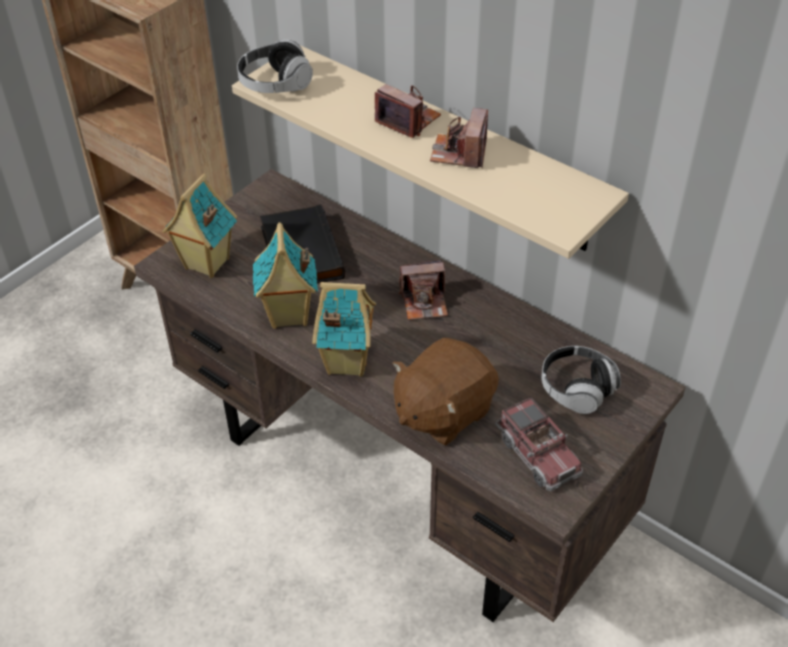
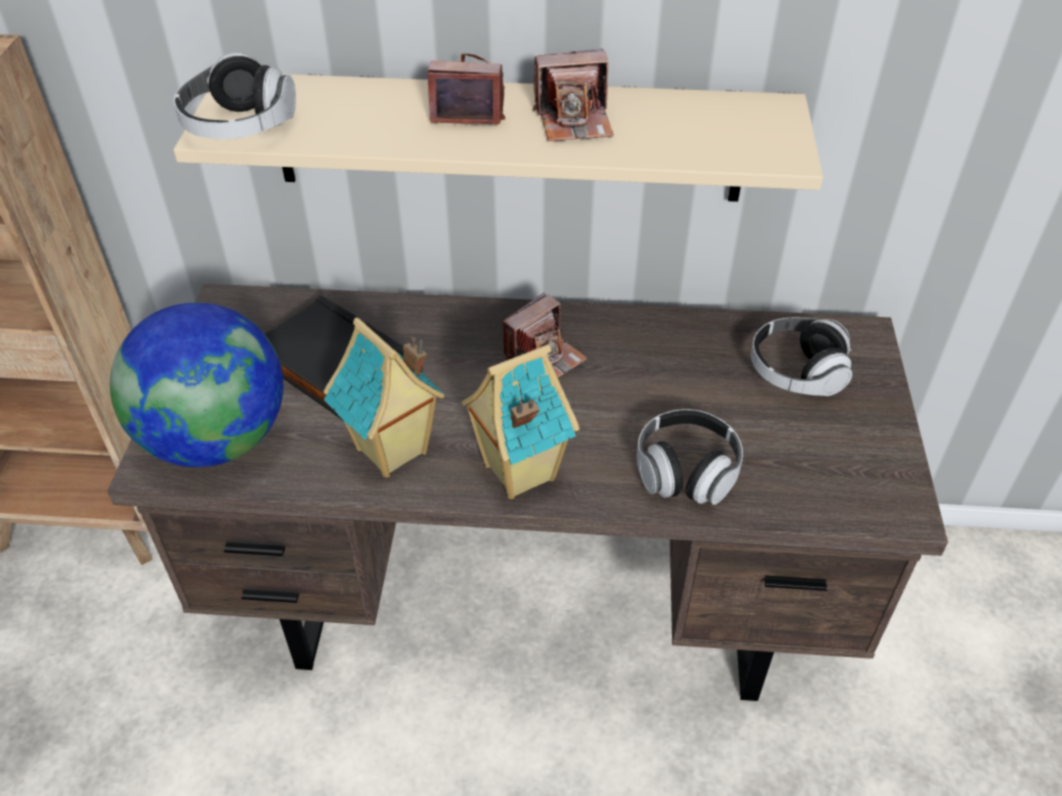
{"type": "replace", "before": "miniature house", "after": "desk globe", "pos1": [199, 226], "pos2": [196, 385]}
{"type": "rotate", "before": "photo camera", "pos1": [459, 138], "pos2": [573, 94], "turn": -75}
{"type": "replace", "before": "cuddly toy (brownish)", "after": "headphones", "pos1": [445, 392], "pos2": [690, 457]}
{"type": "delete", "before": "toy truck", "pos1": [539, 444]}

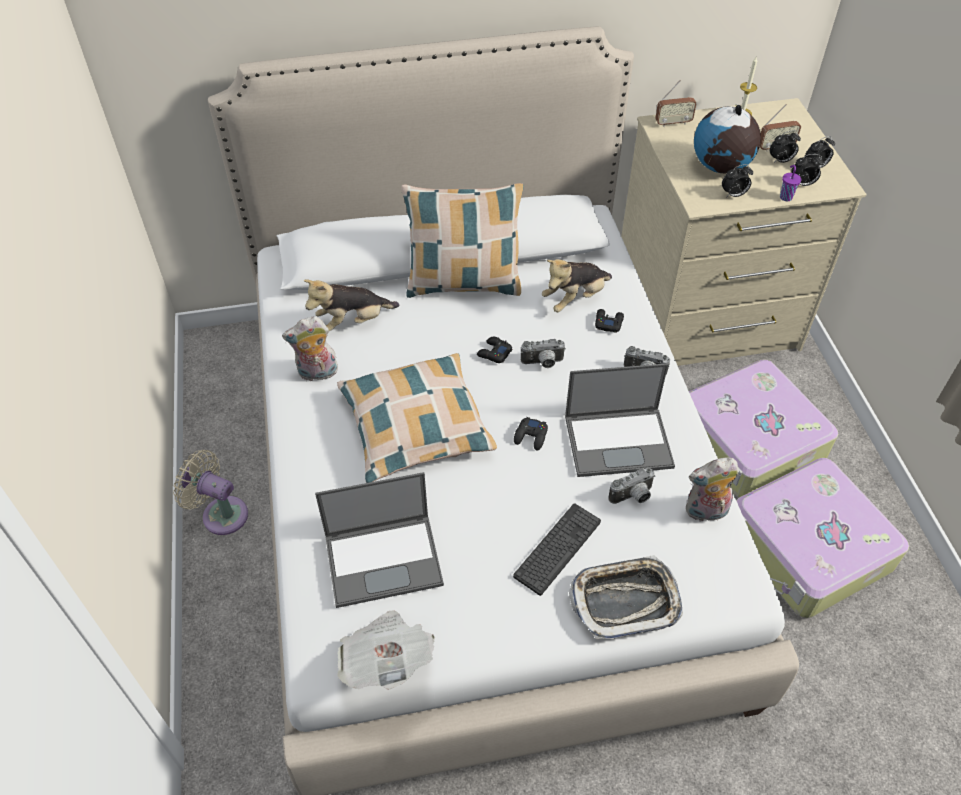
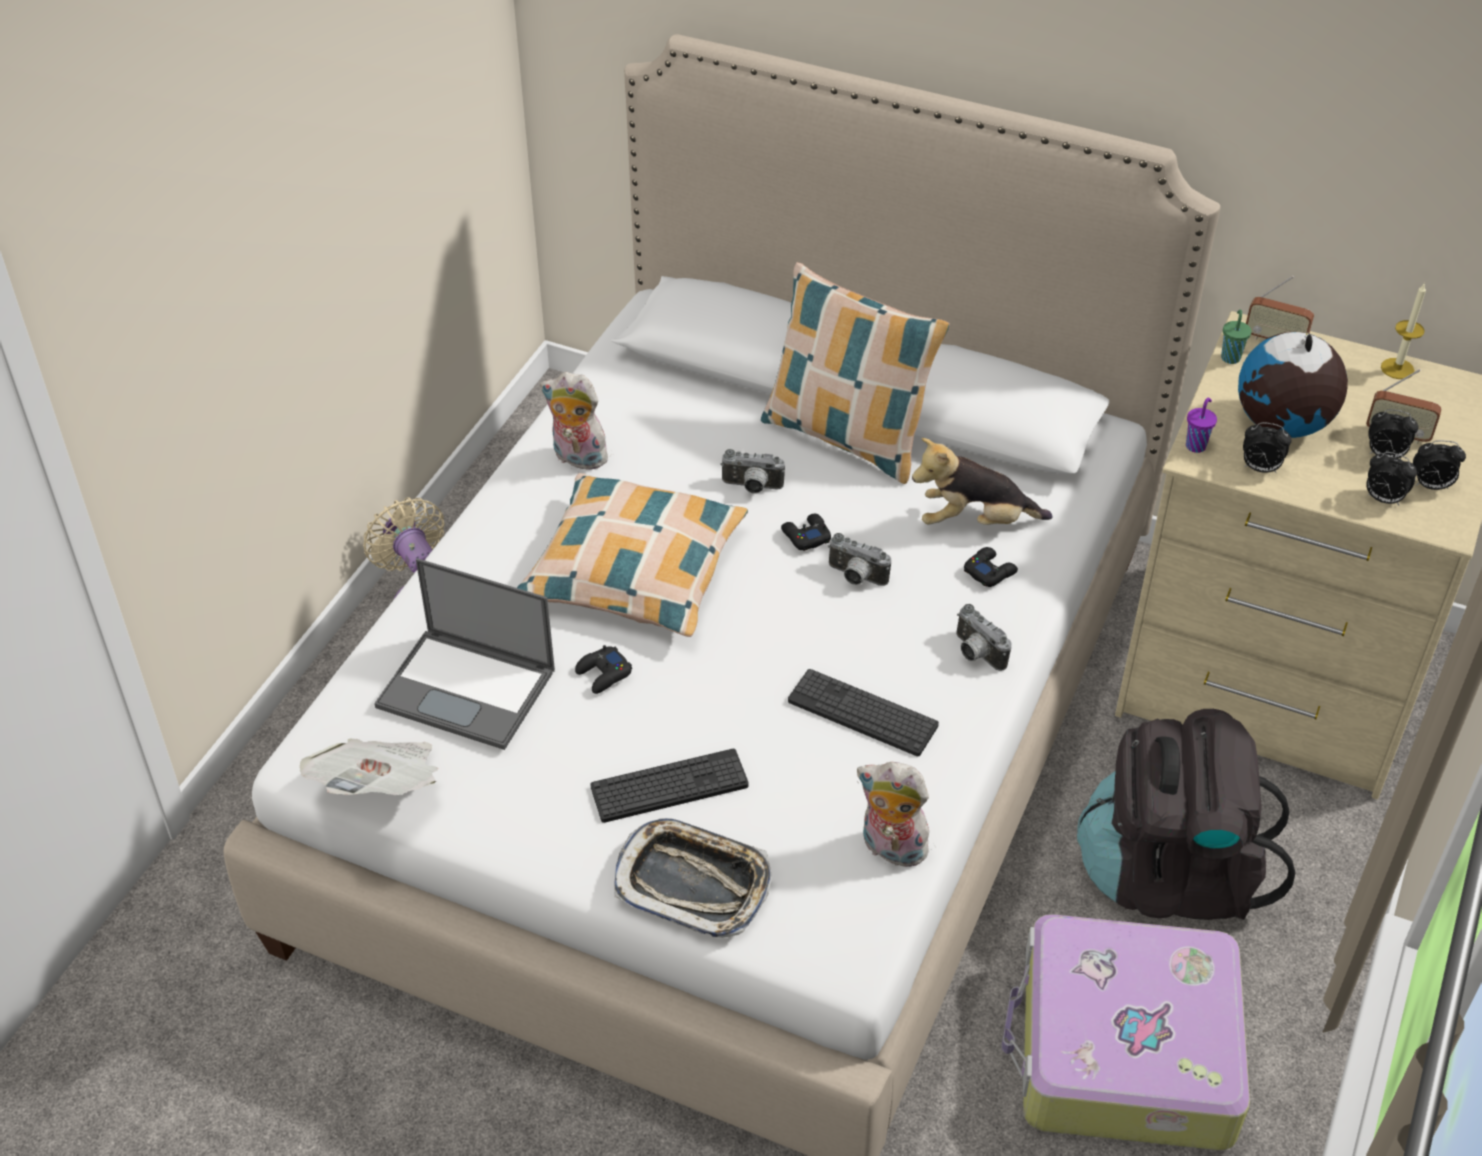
{"type": "move", "before": "gamepad (black)", "pos1": [531, 433], "pos2": [603, 669]}
{"type": "move", "before": "photo camera", "pos1": [631, 486], "pos2": [753, 471]}
{"type": "replace", "before": "notebook computer", "after": "computer keyboard", "pos1": [620, 420], "pos2": [863, 712]}
{"type": "replace", "before": "piece of luggage", "after": "backpack (black)", "pos1": [764, 428], "pos2": [1186, 814]}
{"type": "move", "before": "small cup (purplish)", "pos1": [790, 183], "pos2": [1201, 425]}
{"type": "insert", "after": "small cup (green-coloured)", "pos2": [1236, 336]}
{"type": "delete", "before": "cuddly toy", "pos1": [352, 305]}

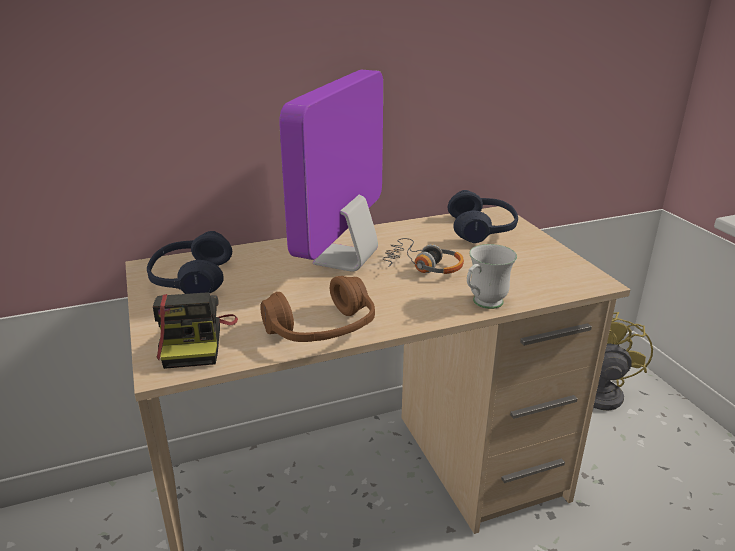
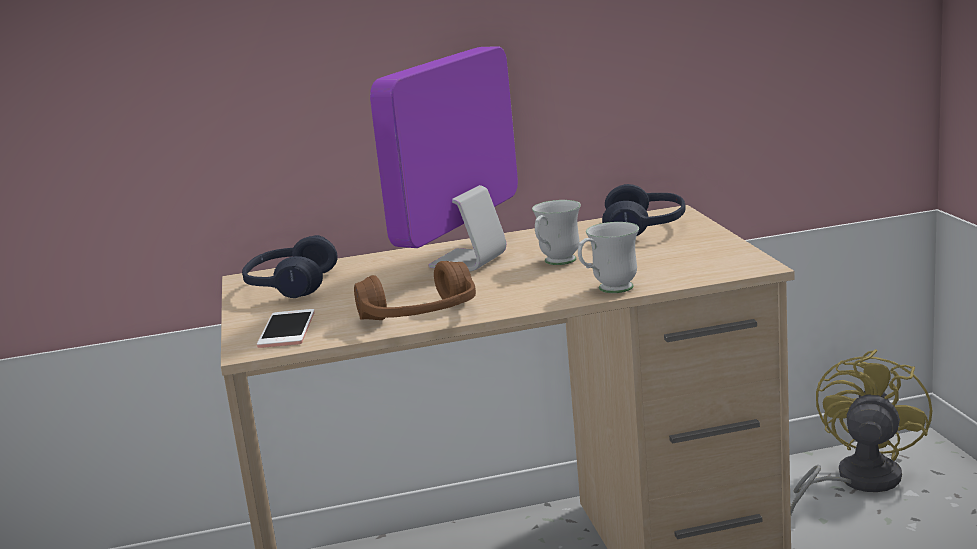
{"type": "replace", "before": "photo camera", "after": "handset", "pos1": [195, 330], "pos2": [286, 328]}
{"type": "replace", "before": "headphones", "after": "mug (whitish)", "pos1": [423, 256], "pos2": [556, 232]}

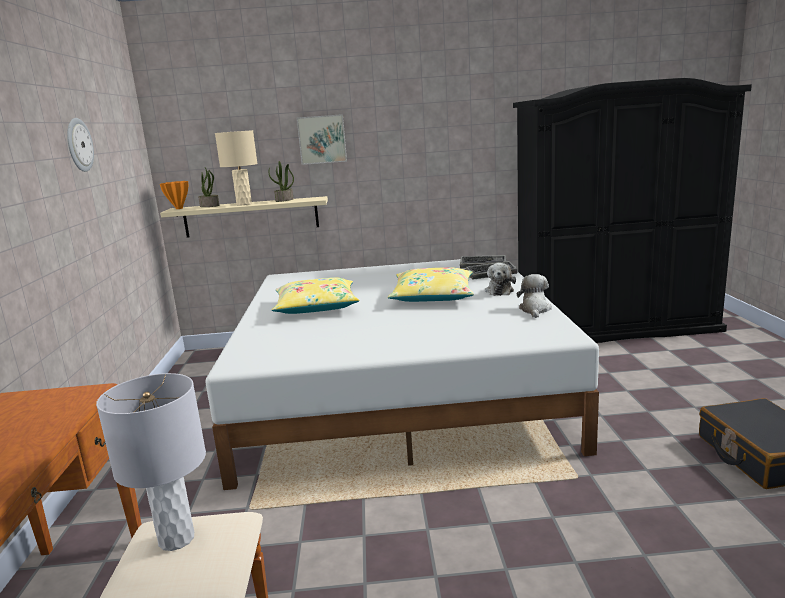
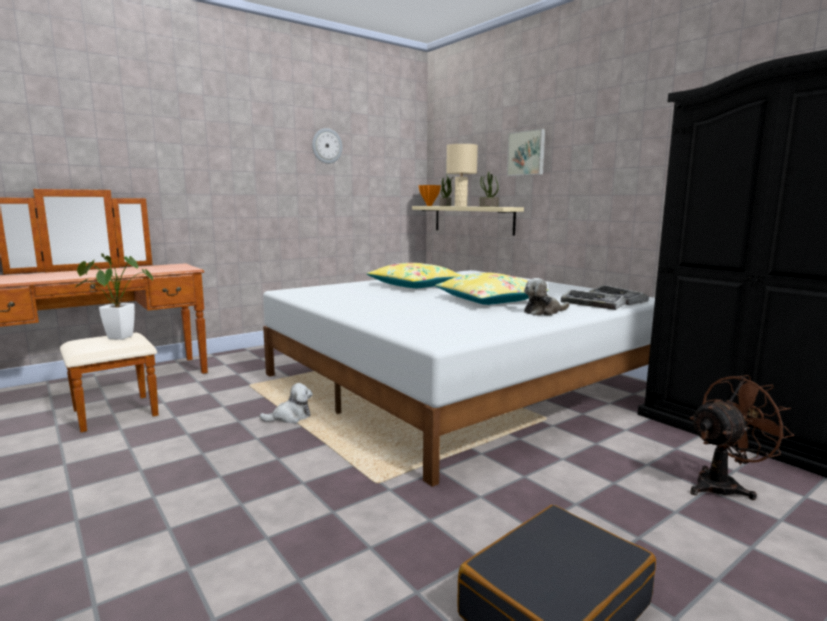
{"type": "replace", "before": "table lamp (grey)", "after": "plant in a pot", "pos1": [151, 462], "pos2": [114, 296]}
{"type": "move", "before": "cuddly toy", "pos1": [534, 296], "pos2": [286, 403]}
{"type": "insert", "after": "fan (brownish)", "pos2": [742, 437]}

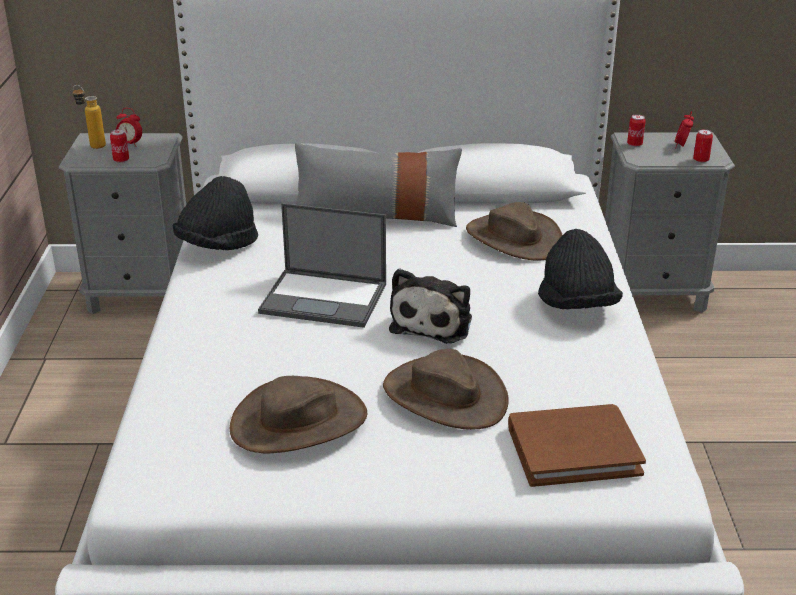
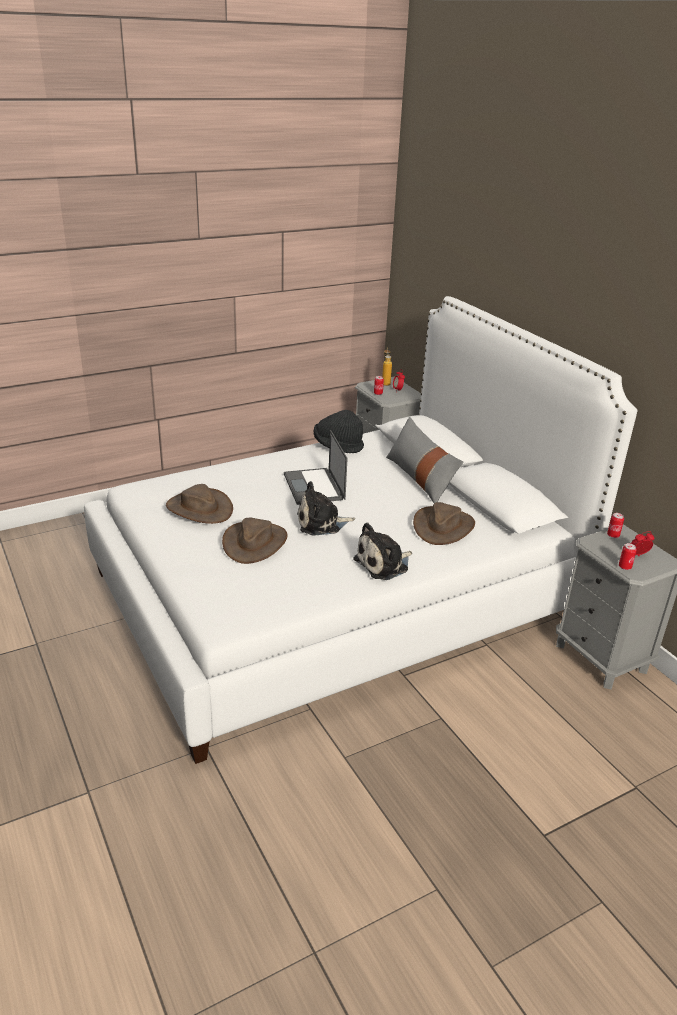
{"type": "replace", "before": "hat (black)", "after": "cuddly toy", "pos1": [580, 269], "pos2": [382, 551]}
{"type": "delete", "before": "book (brownish)", "pos1": [577, 445]}

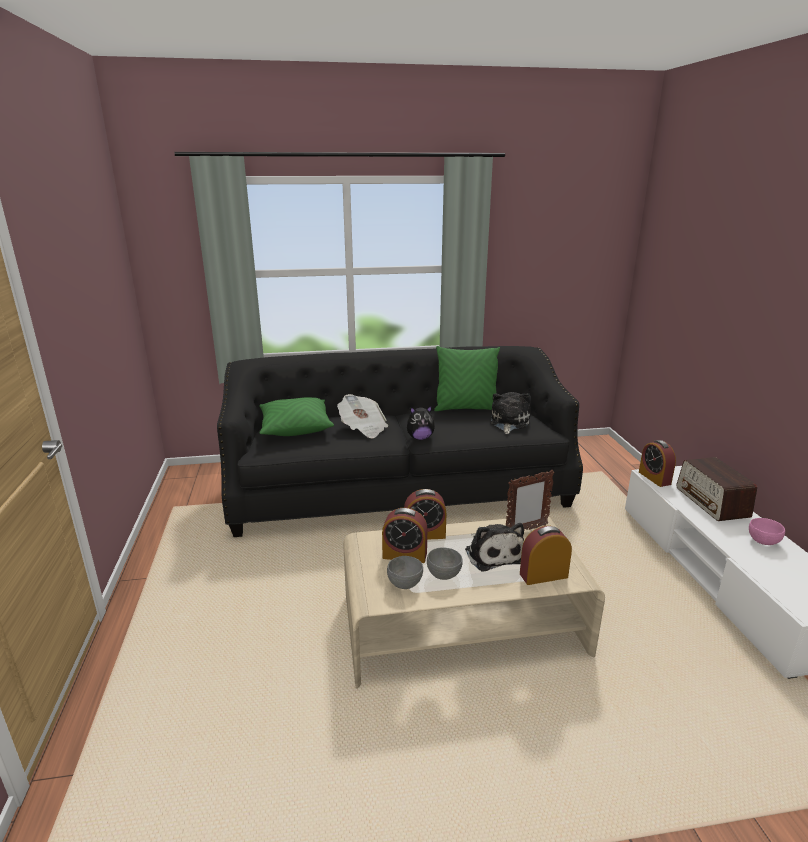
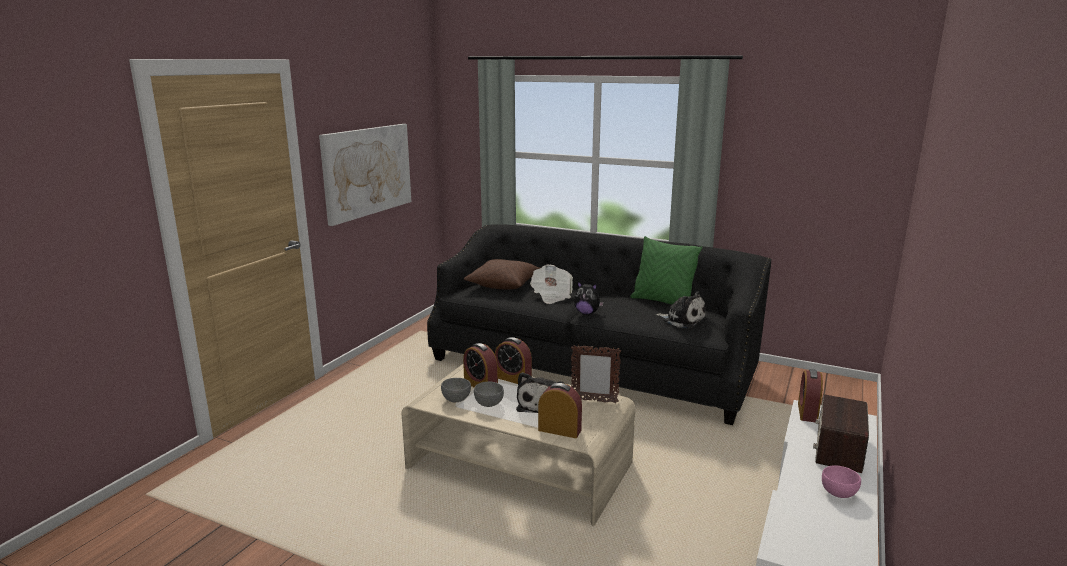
{"type": "insert", "after": "picture", "pos2": [365, 175]}
{"type": "recolor", "before": "throw pillow (green-coloured)", "after": "throw pillow (brownish)", "pos1": [296, 416], "pos2": [502, 274]}
{"type": "rotate", "before": "cuddly toy", "pos1": [511, 413], "pos2": [680, 310], "turn": 75}

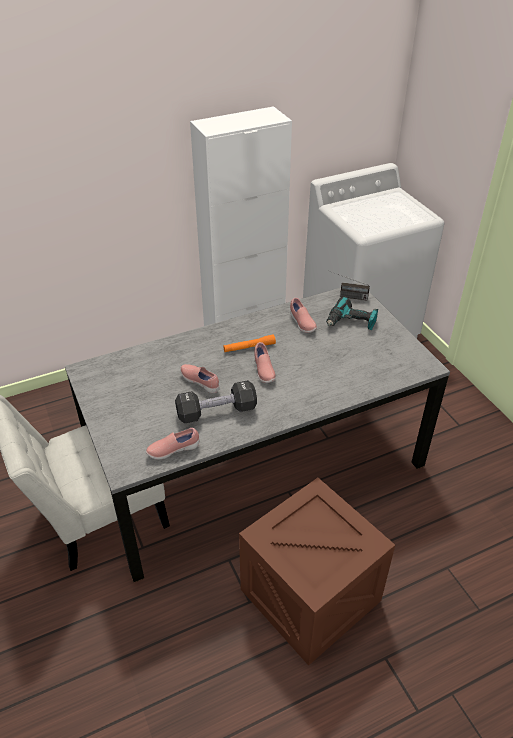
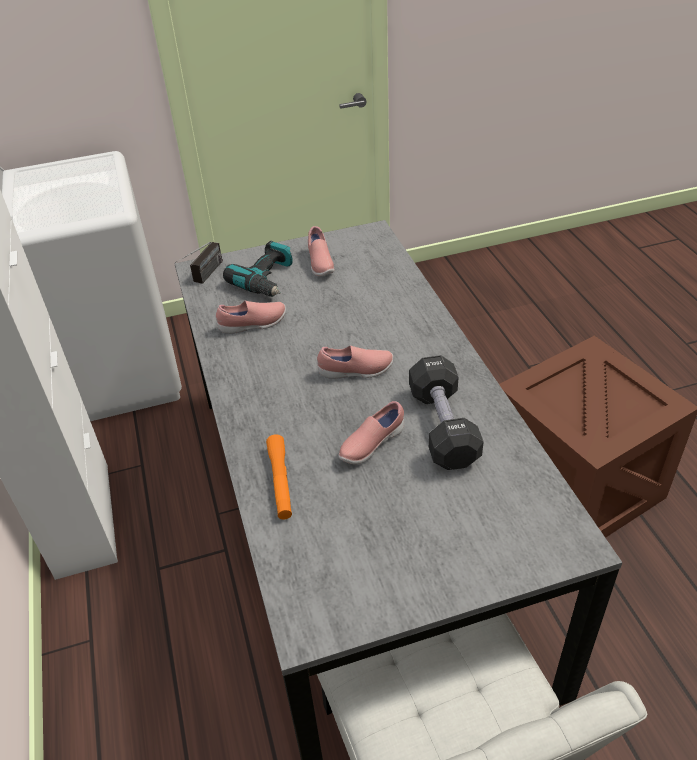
{"type": "move", "before": "hand torch (orange)", "pos1": [249, 343], "pos2": [279, 476]}
{"type": "move", "before": "shoe (pinkish)", "pos1": [172, 444], "pos2": [321, 251]}

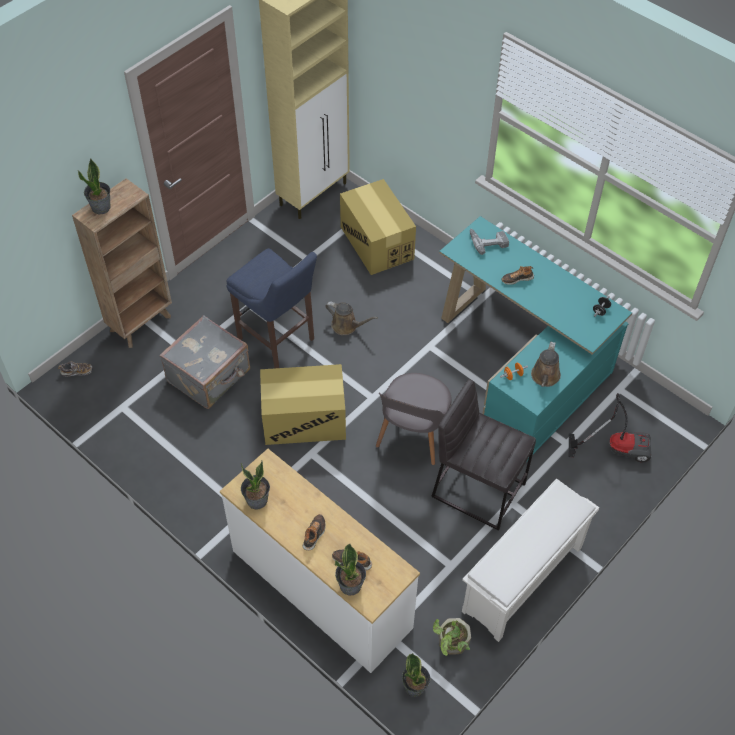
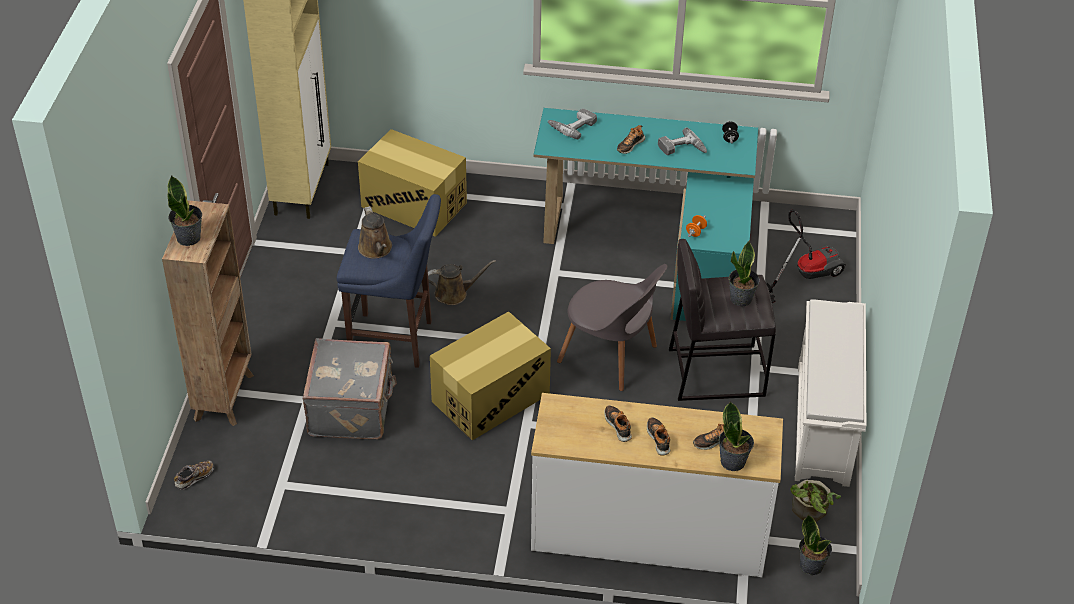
{"type": "move", "before": "watering can (brownish)", "pos1": [546, 364], "pos2": [375, 232]}
{"type": "rotate", "before": "upright chair (grey)", "pos1": [414, 419], "pos2": [612, 327], "turn": -45}
{"type": "insert", "after": "shoe", "pos2": [618, 423]}
{"type": "insert", "after": "drill", "pos2": [682, 141]}
{"type": "move", "before": "plant in a pot", "pos1": [255, 485], "pos2": [744, 273]}

